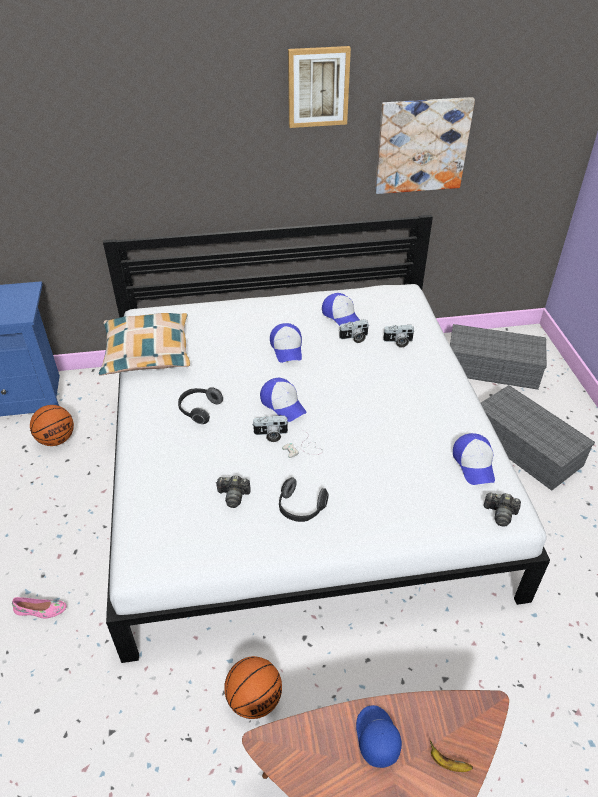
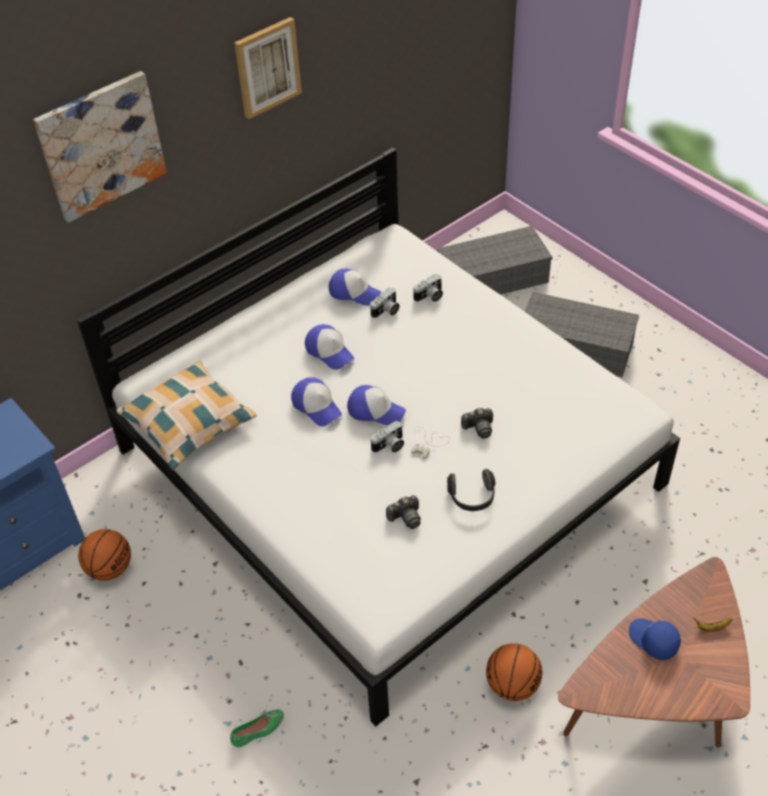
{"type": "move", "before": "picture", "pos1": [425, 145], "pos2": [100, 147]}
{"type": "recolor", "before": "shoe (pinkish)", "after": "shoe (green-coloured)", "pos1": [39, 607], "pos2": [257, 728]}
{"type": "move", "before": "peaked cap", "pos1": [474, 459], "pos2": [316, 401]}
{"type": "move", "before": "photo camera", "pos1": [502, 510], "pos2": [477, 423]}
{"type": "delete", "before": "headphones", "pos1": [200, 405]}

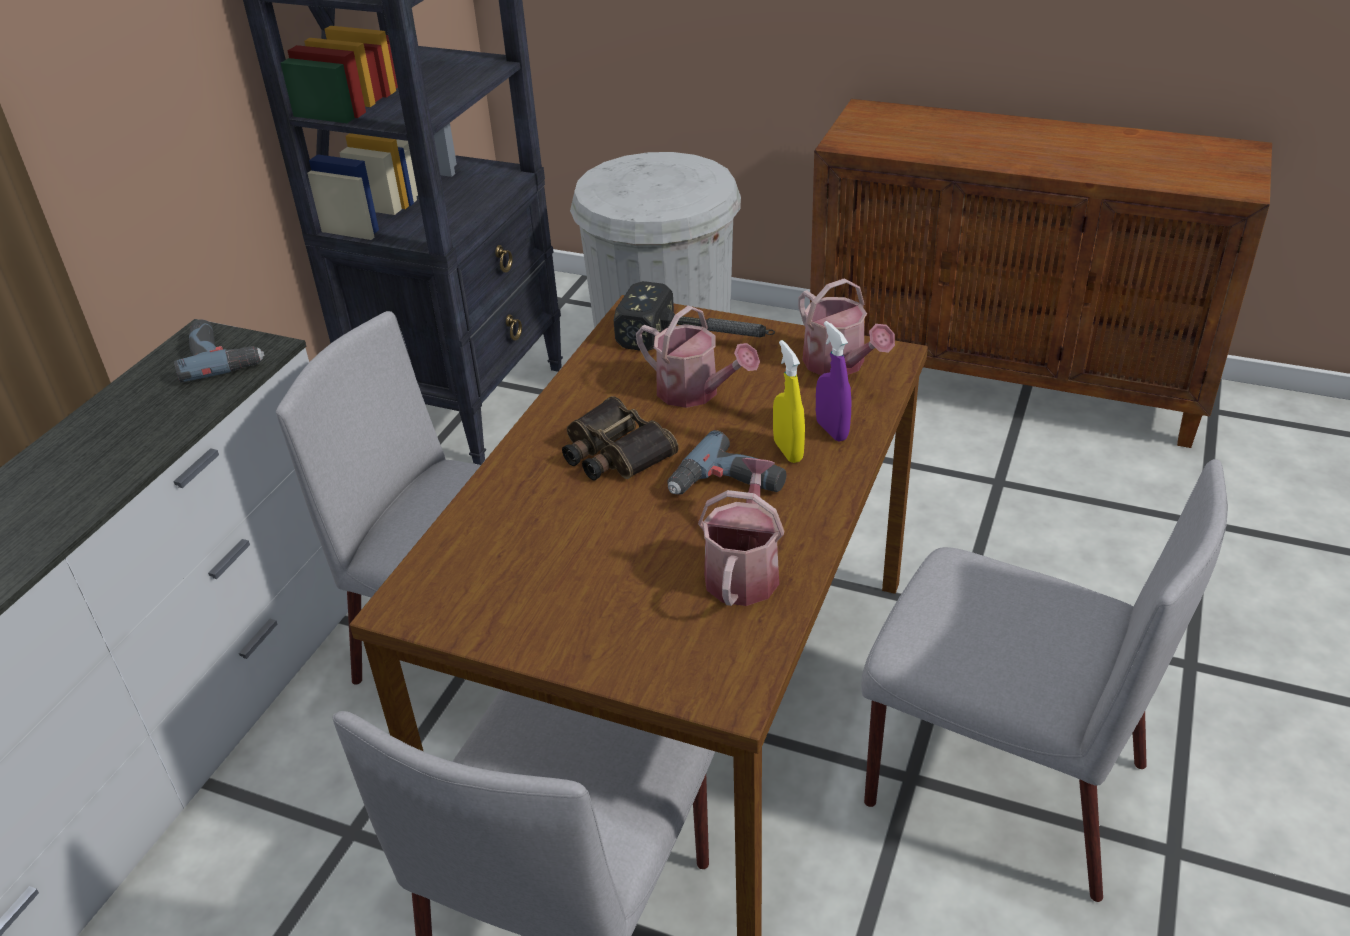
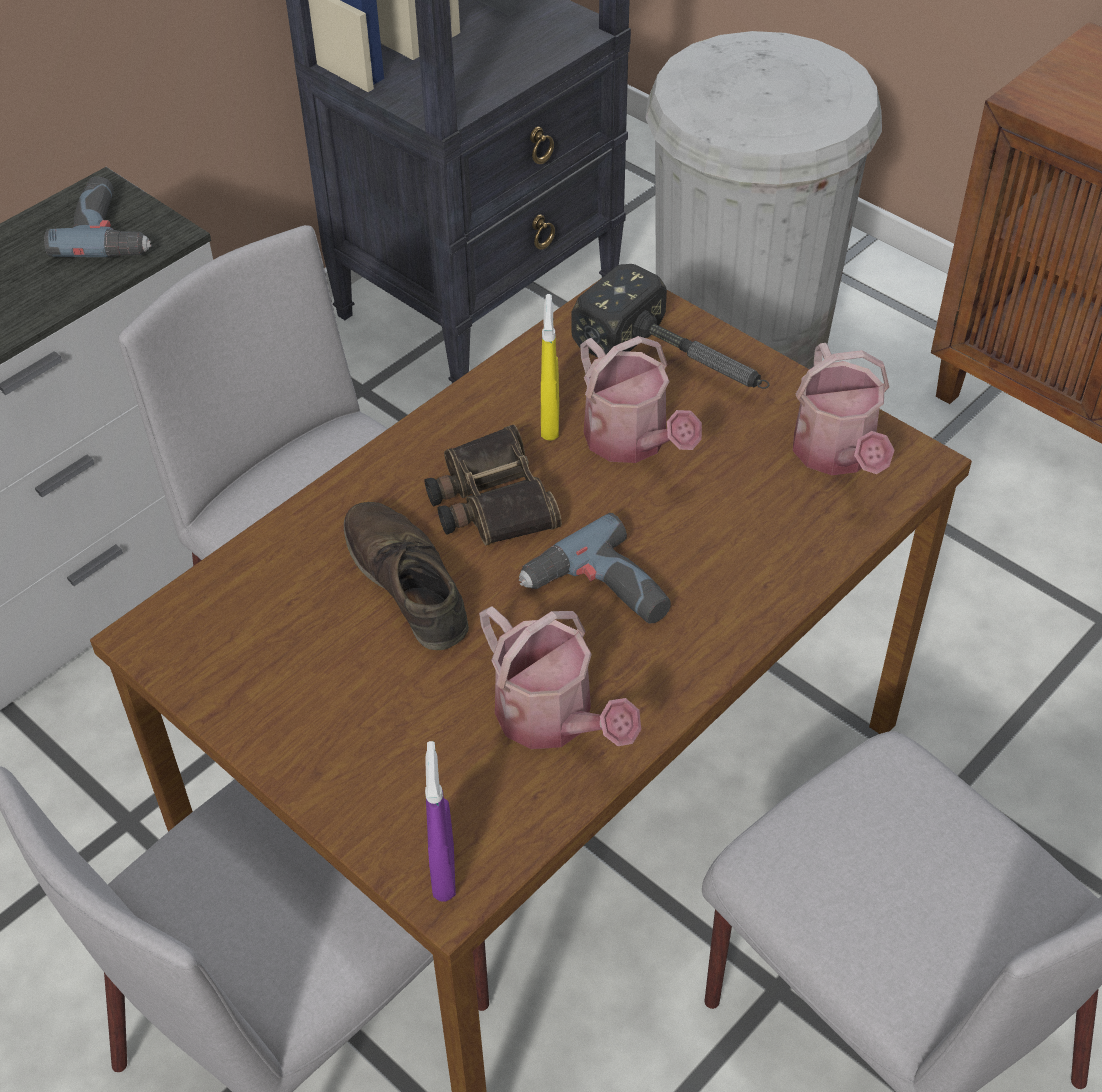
{"type": "insert", "after": "shoe (brownish)", "pos2": [406, 576]}
{"type": "move", "before": "spray bottle (purplish)", "pos1": [833, 381], "pos2": [440, 821]}
{"type": "rotate", "before": "watering can", "pos1": [741, 532], "pos2": [560, 677], "turn": 105}
{"type": "move", "before": "spray bottle (yellowish)", "pos1": [789, 401], "pos2": [550, 367]}

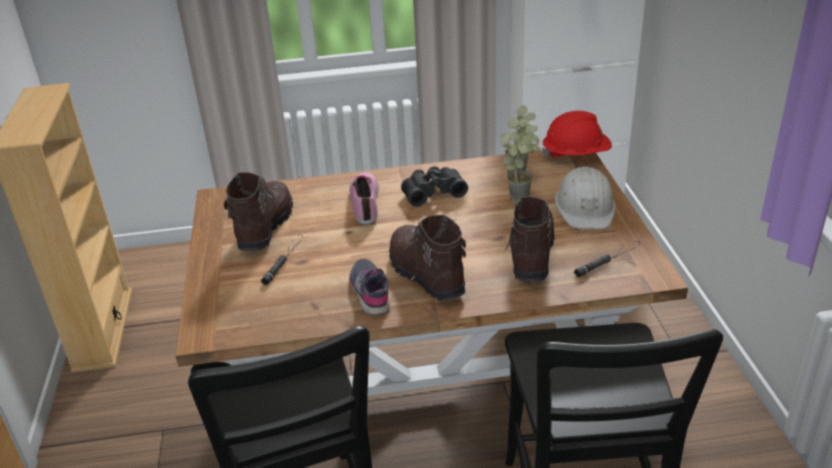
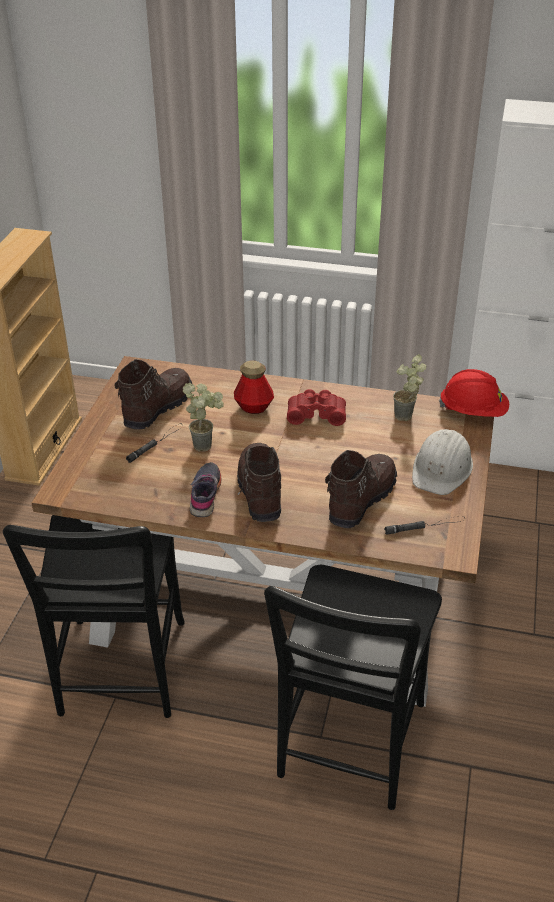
{"type": "move", "before": "plant in a pot", "pos1": [520, 167], "pos2": [203, 417]}
{"type": "replace", "before": "shoe", "after": "beverage bottle", "pos1": [364, 198], "pos2": [254, 387]}
{"type": "recolor", "before": "binoculars (black)", "after": "binoculars (reddish)", "pos1": [434, 186], "pos2": [316, 407]}

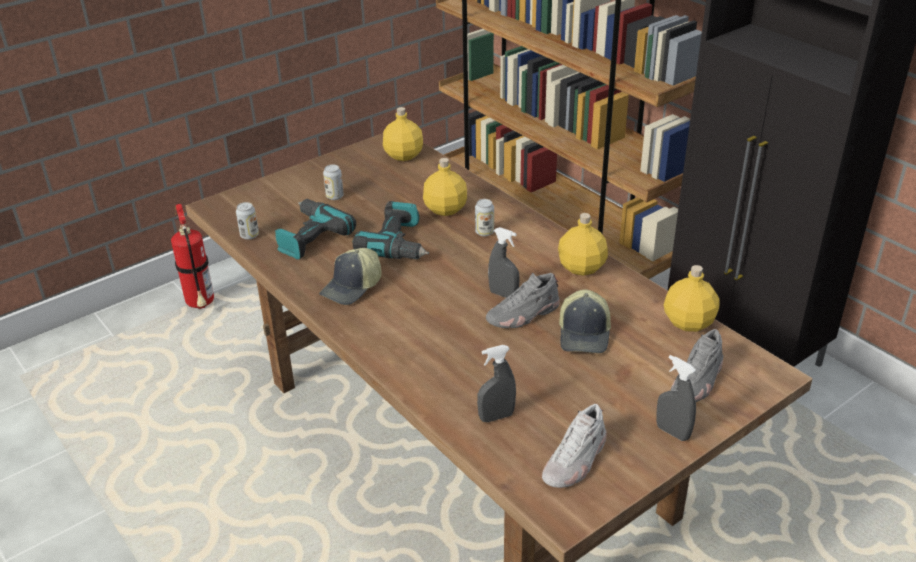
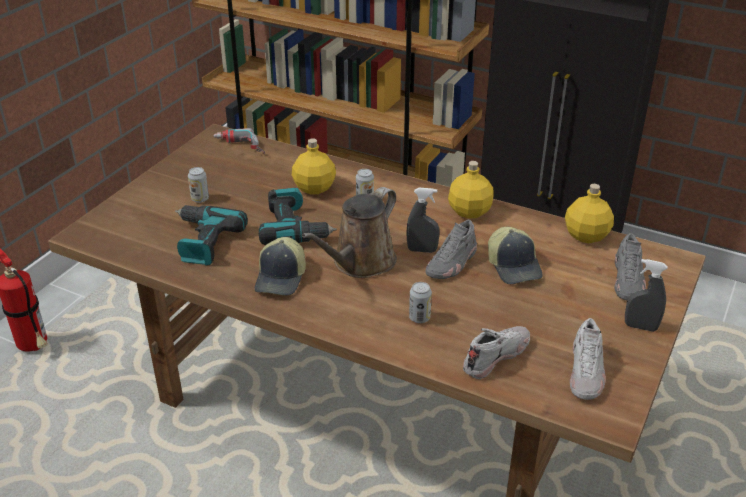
{"type": "replace", "before": "beverage bottle (yellowish)", "after": "drill", "pos1": [403, 134], "pos2": [239, 141]}
{"type": "insert", "after": "watering can (brownish)", "pos2": [349, 232]}
{"type": "move", "before": "metal can", "pos1": [247, 221], "pos2": [420, 302]}
{"type": "replace", "before": "spray bottle (grey)", "after": "shoe (whitish)", "pos1": [496, 383], "pos2": [496, 352]}

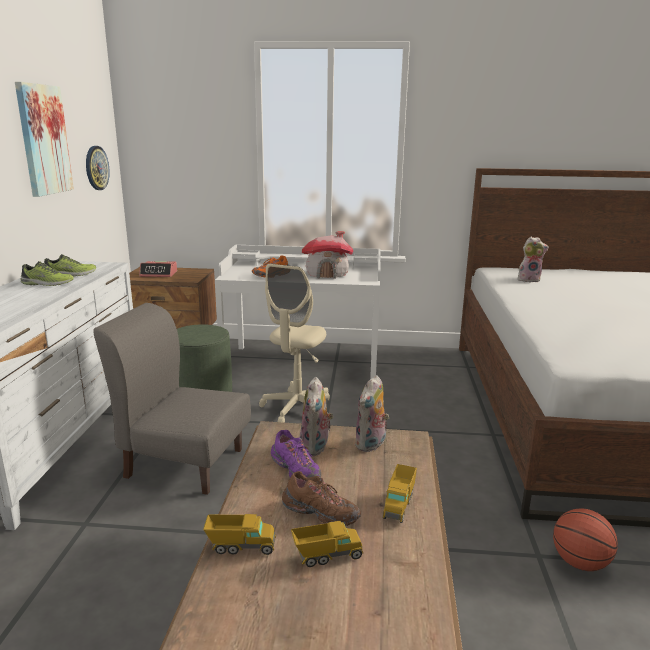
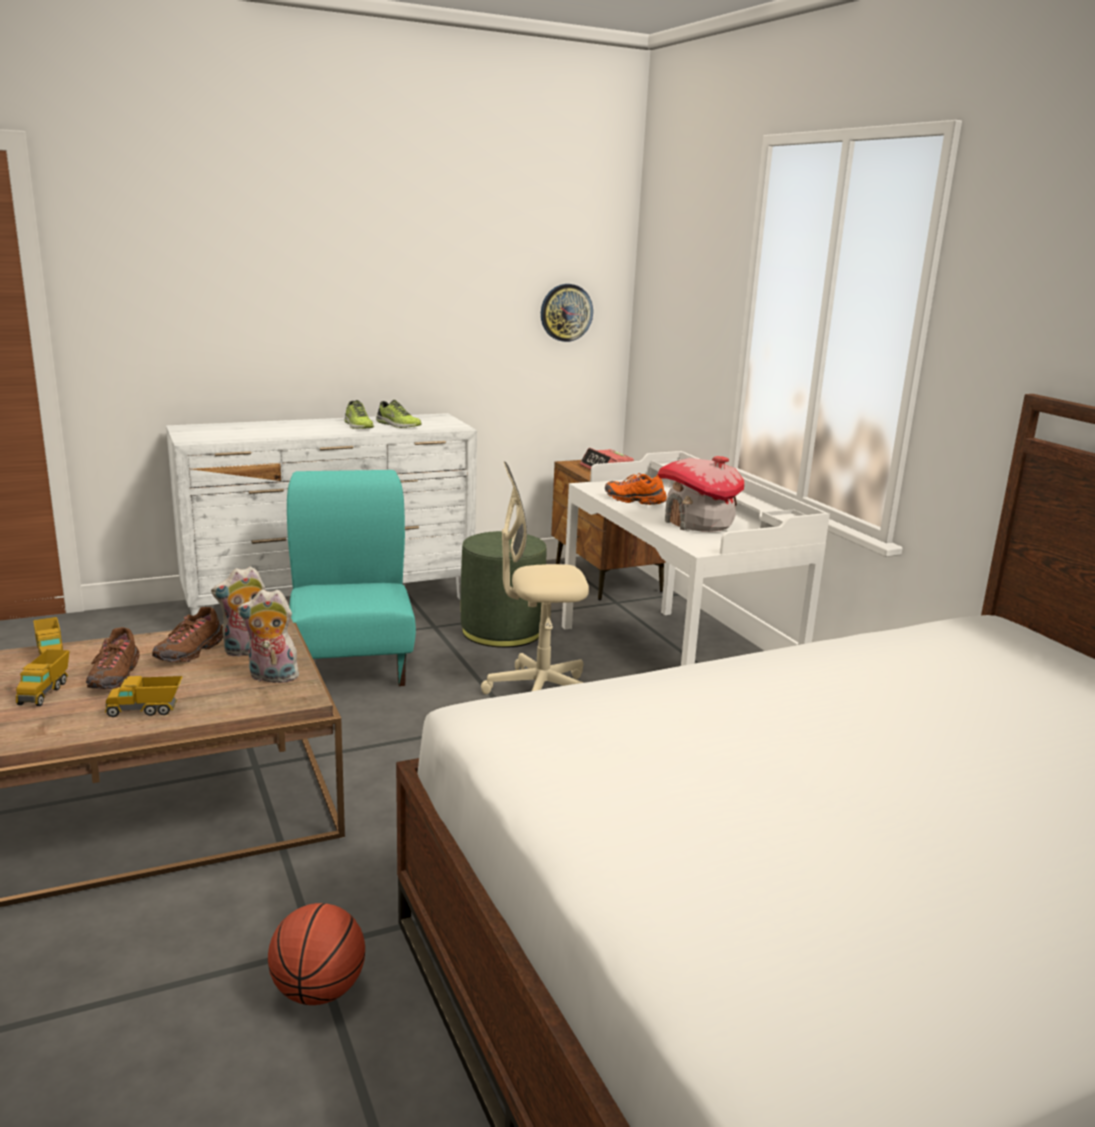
{"type": "rotate", "before": "toy truck", "pos1": [327, 544], "pos2": [42, 677], "turn": 45}
{"type": "recolor", "before": "shoe (purplish)", "after": "shoe (brownish)", "pos1": [296, 454], "pos2": [187, 634]}
{"type": "recolor", "before": "upright chair (grey)", "after": "upright chair (turquoise-coloured)", "pos1": [172, 399], "pos2": [351, 578]}
{"type": "delete", "before": "picture", "pos1": [44, 139]}
{"type": "delete", "before": "cuddly toy", "pos1": [533, 259]}

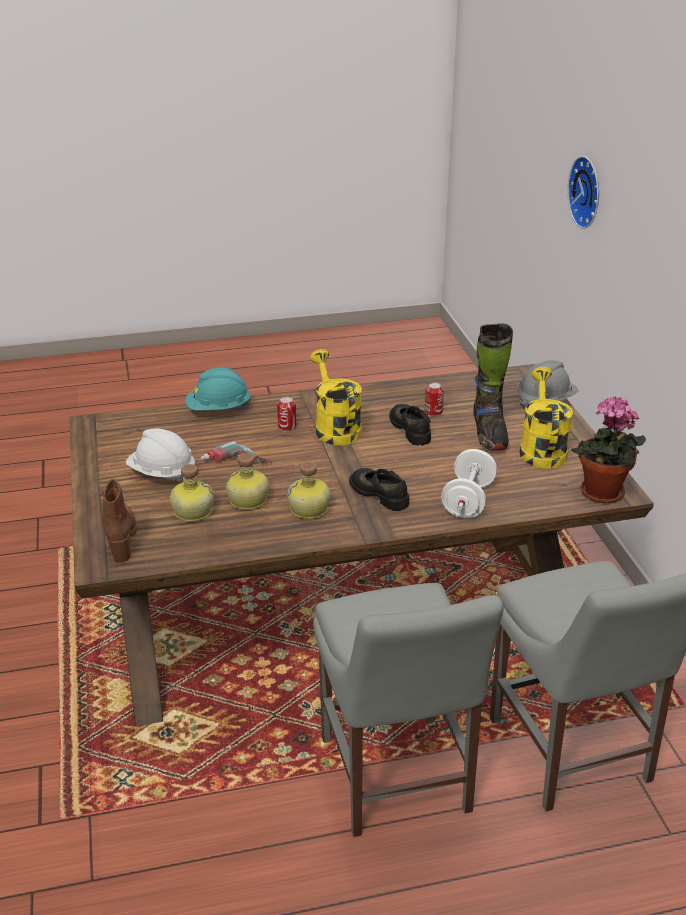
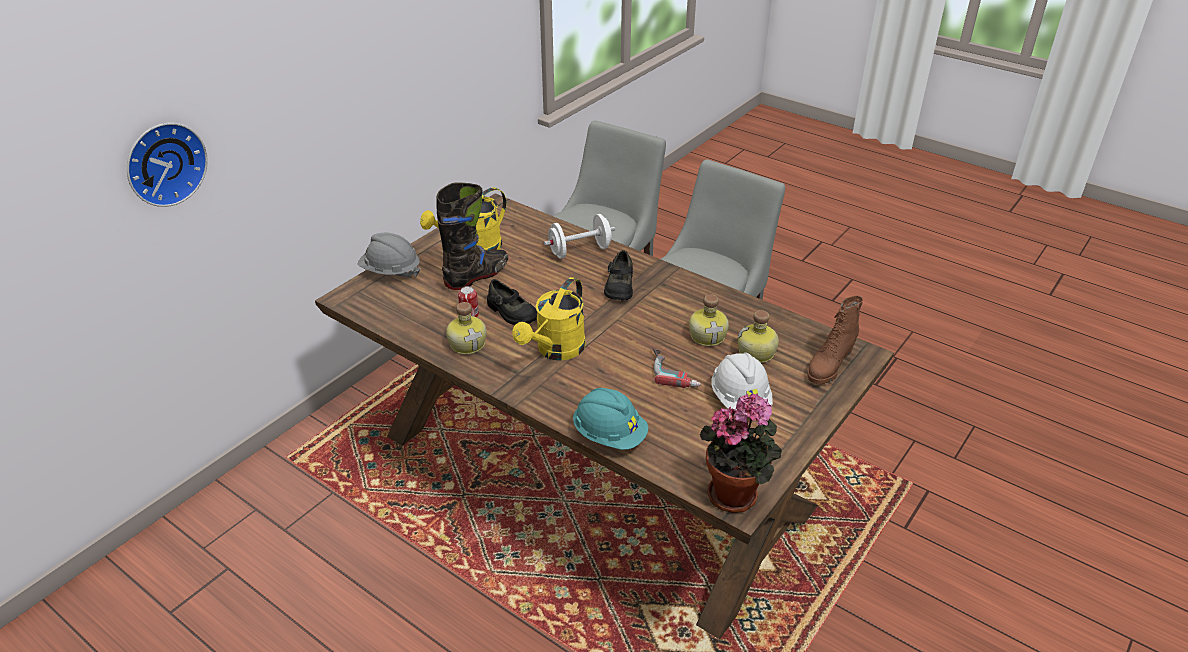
{"type": "move", "before": "beverage bottle", "pos1": [309, 490], "pos2": [466, 328]}
{"type": "rotate", "before": "shoe (black)", "pos1": [410, 425], "pos2": [512, 302], "turn": -75}
{"type": "move", "before": "plant in a pot", "pos1": [608, 449], "pos2": [741, 453]}
{"type": "delete", "before": "metal can", "pos1": [286, 414]}

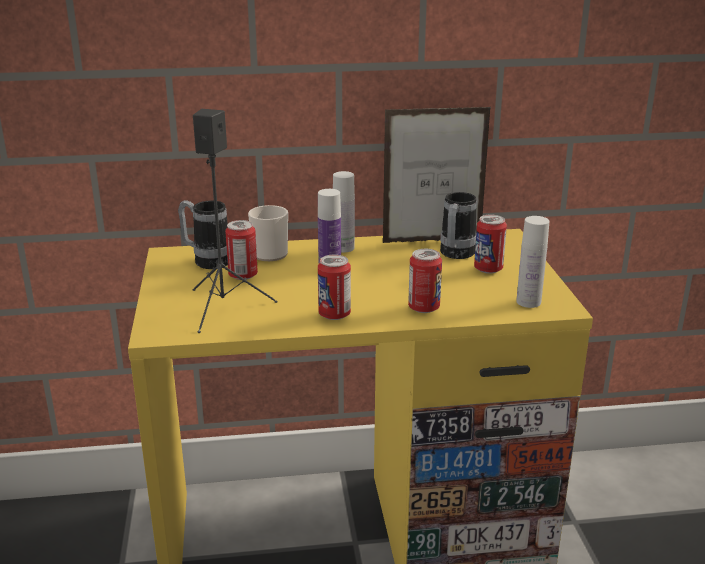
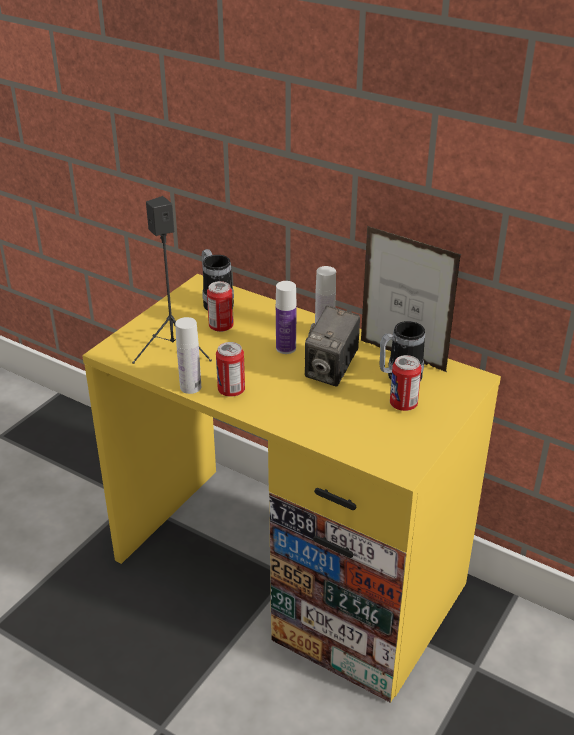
{"type": "move", "before": "beverage bottle (whitish)", "pos1": [533, 262], "pos2": [188, 355]}
{"type": "insert", "after": "photo camera", "pos2": [332, 346]}
{"type": "delete", "before": "mug", "pos1": [268, 233]}
{"type": "delete", "before": "metal can", "pos1": [425, 281]}

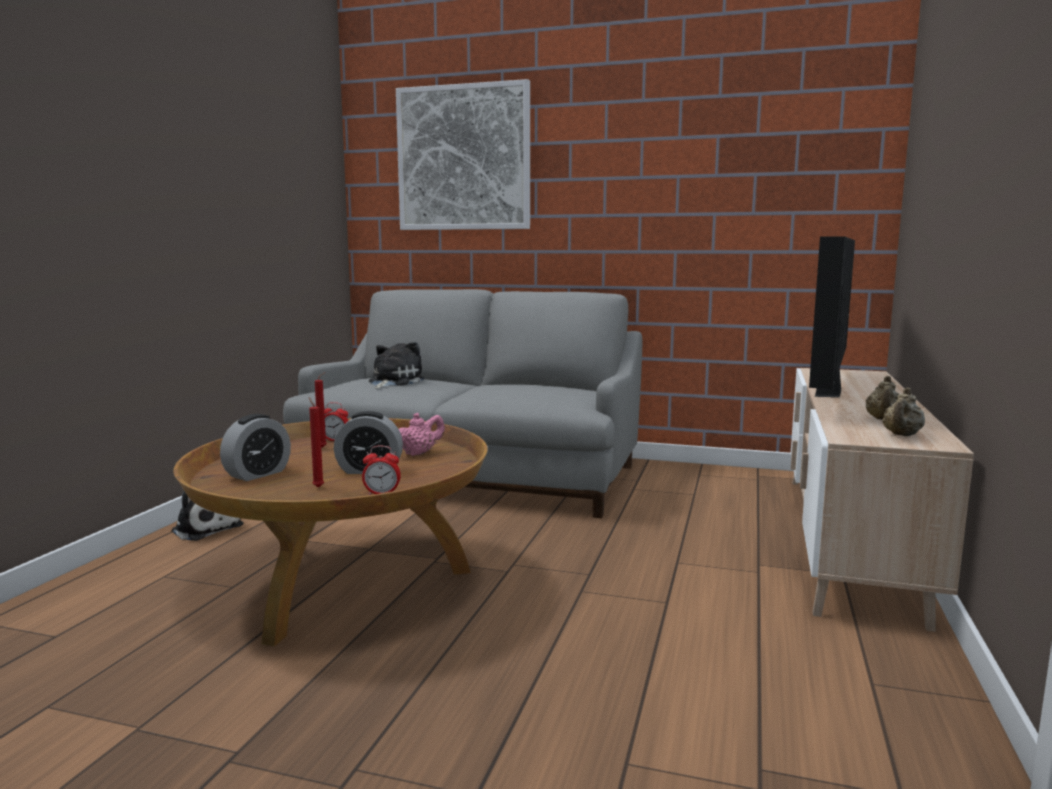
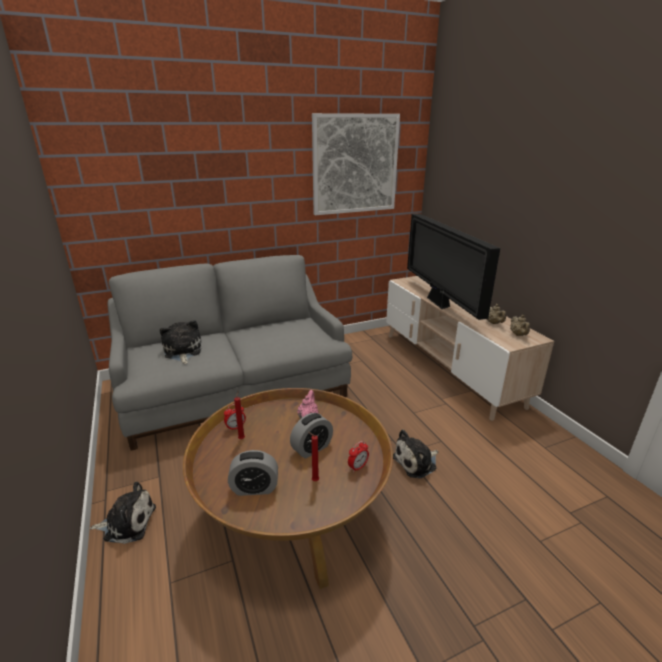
{"type": "rotate", "before": "alarm clock", "pos1": [255, 447], "pos2": [253, 473], "turn": 90}
{"type": "move", "before": "picture", "pos1": [463, 154], "pos2": [356, 164]}
{"type": "insert", "after": "cuddly toy", "pos2": [415, 454]}

